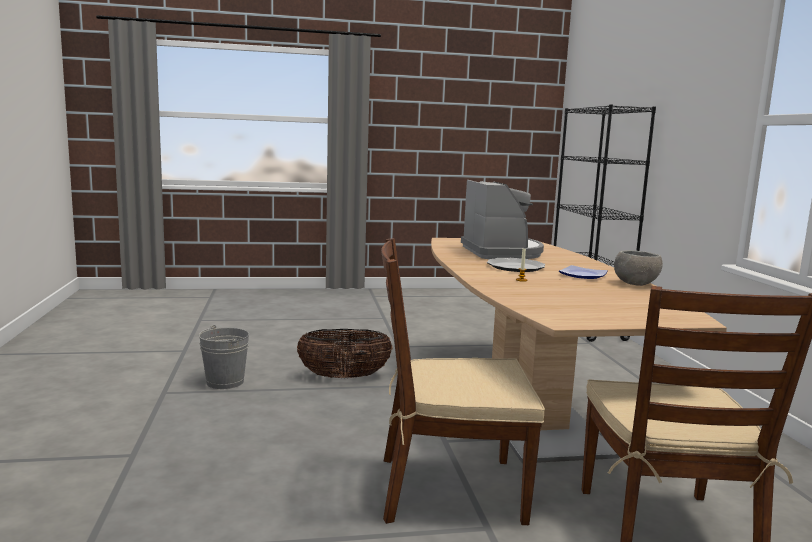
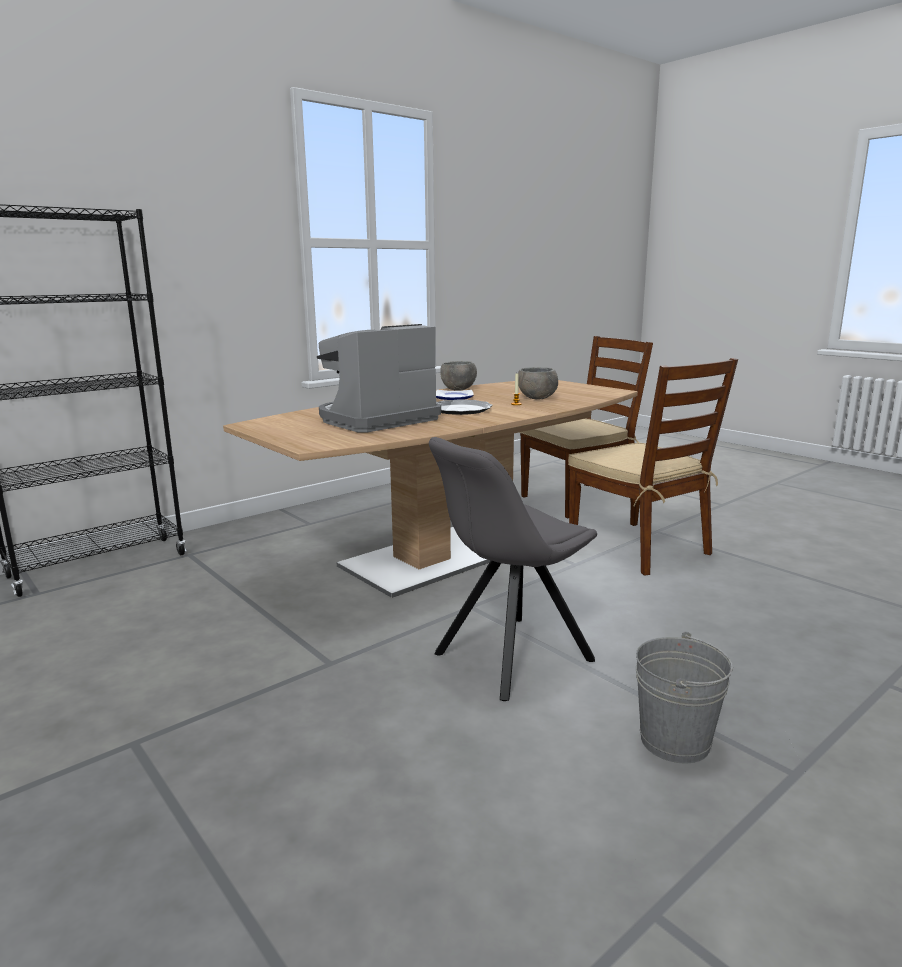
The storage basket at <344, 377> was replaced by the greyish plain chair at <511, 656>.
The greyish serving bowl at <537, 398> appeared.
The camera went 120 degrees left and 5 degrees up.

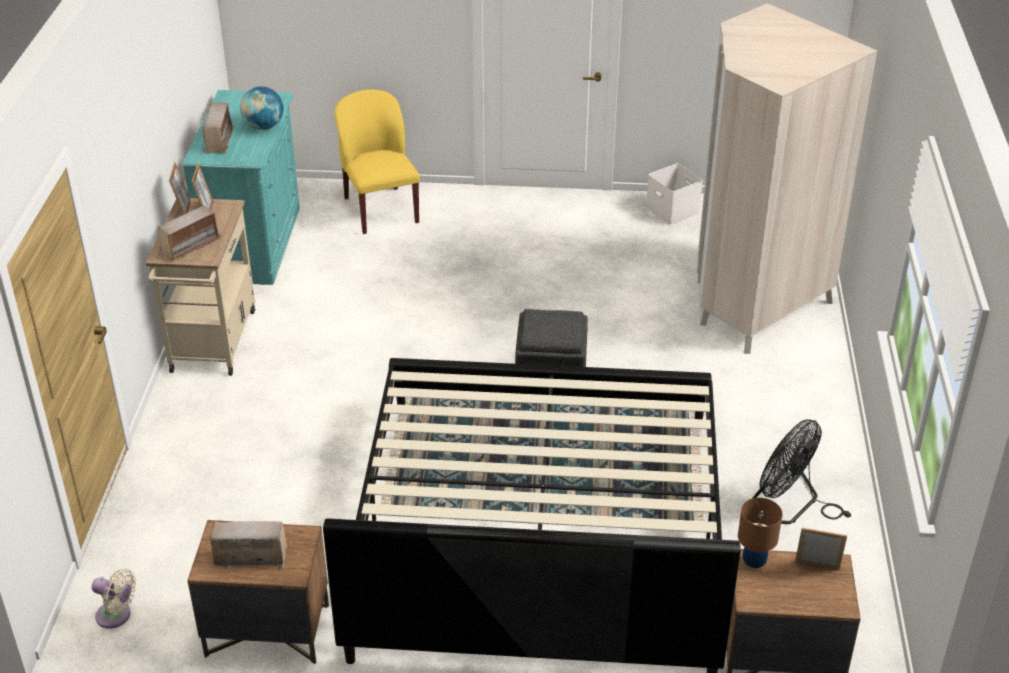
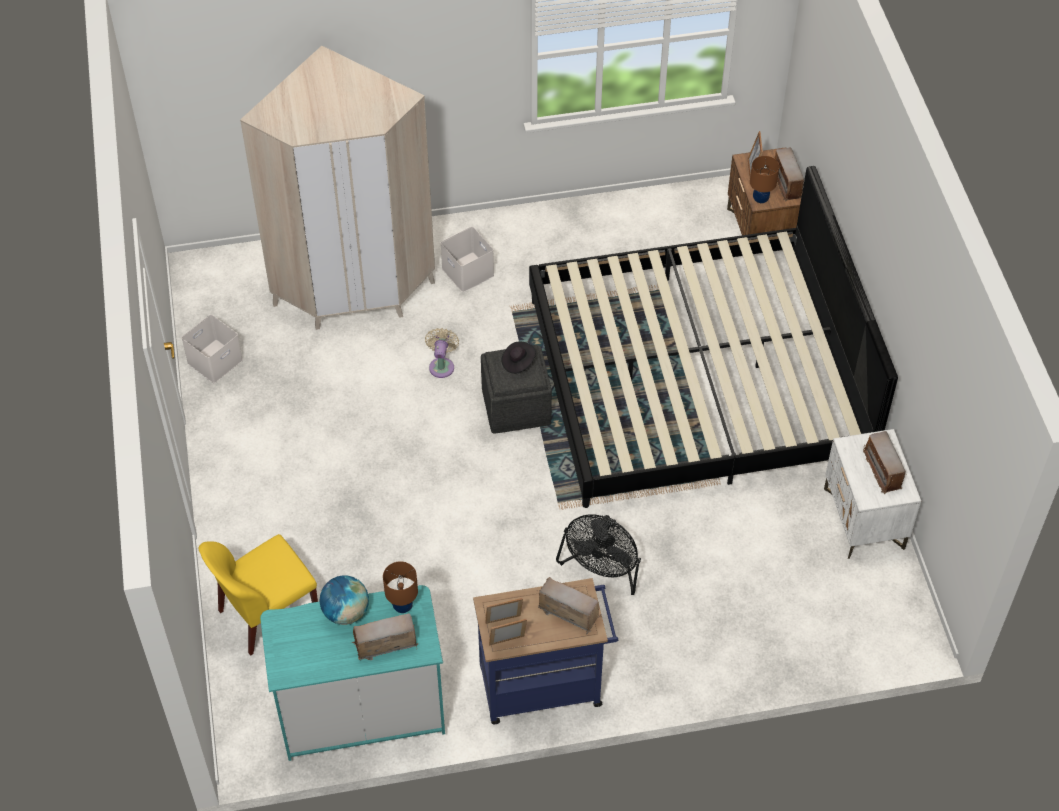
The sand-coloured wheeled cart at <212, 343> became the blue wheeled cart at <544, 687>.
The black fan moved from <794, 503> to <601, 565>.
The brown-coloured bedside table at <266, 631> became the white bedside table at <864, 519>.
The sand-coloured fan moved from <116, 616> to <442, 365>.
The radio receiver at <787, 183> appeared.
The white storage box at <469, 272> appeared.
The black hat at <518, 362> appeared.
The brown-coloured table lamp at <402, 605> appeared.
The camera went 105 degrees left and 15 degrees up.

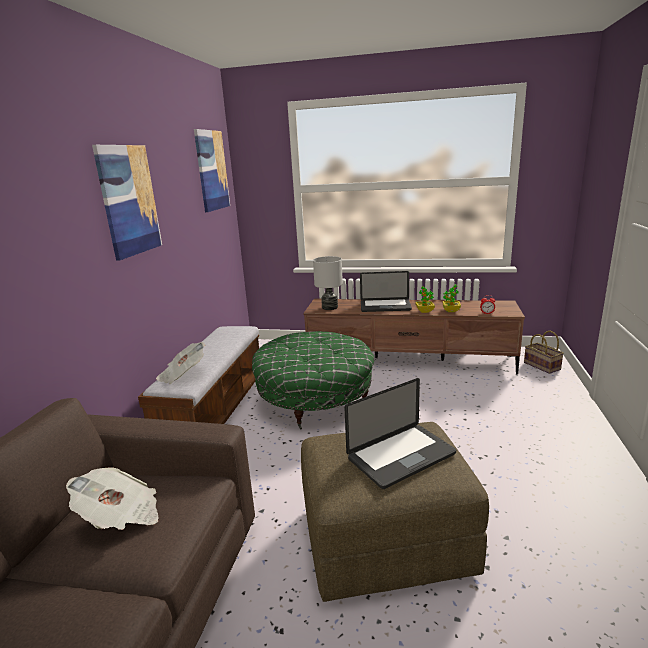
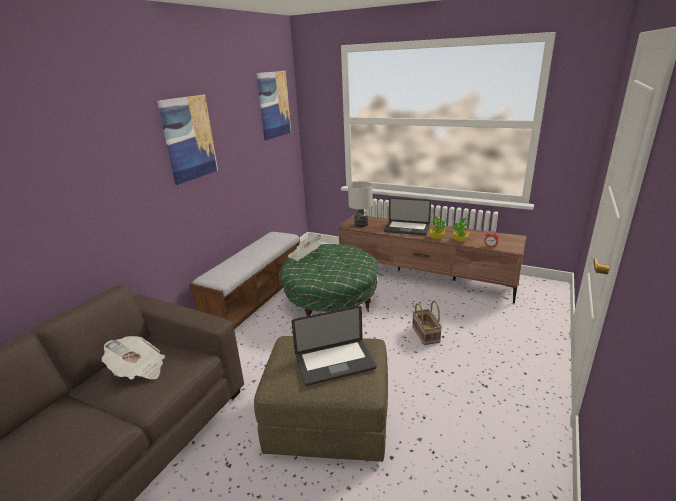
The storage basket moved from <543, 366> to <426, 334>.
The printed paper moved from <182, 375> to <305, 256>.
The camera went 15 degrees right and 5 degrees up.

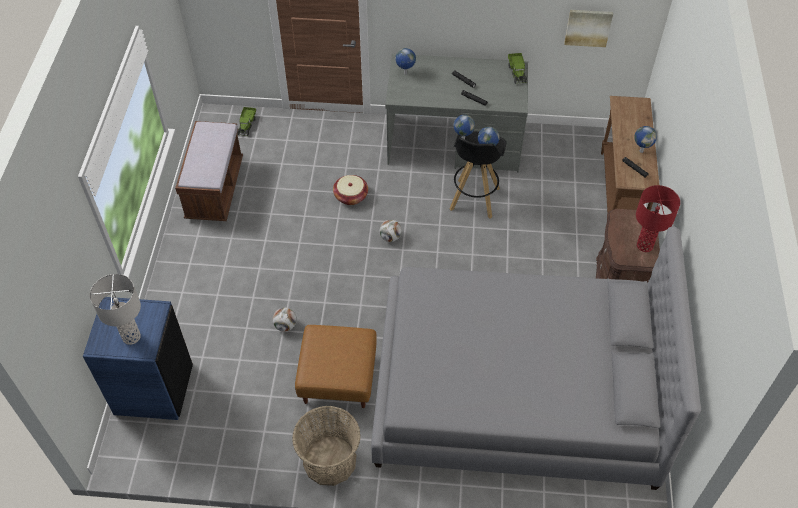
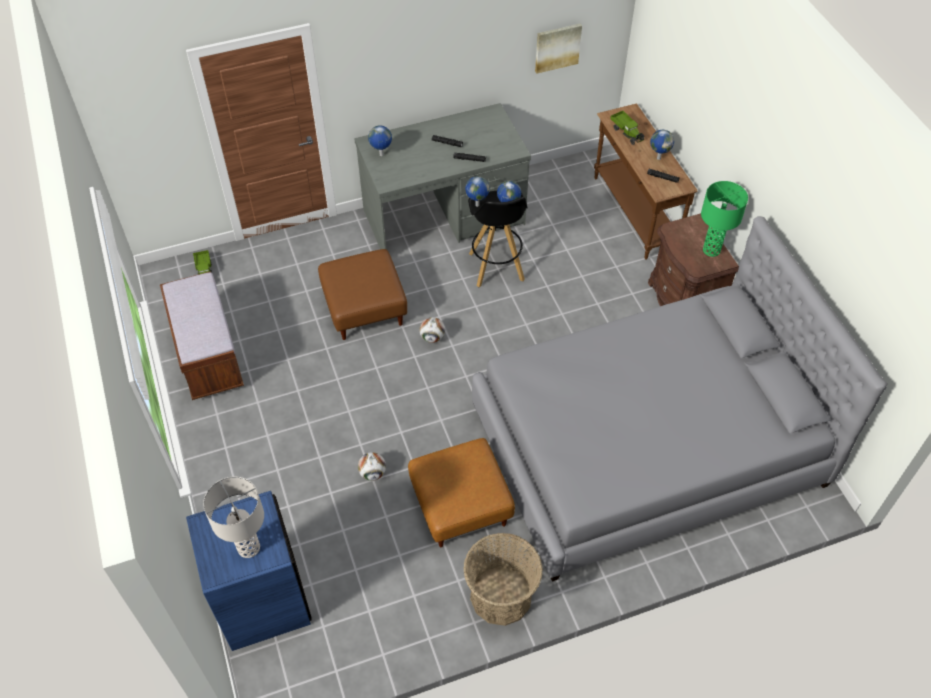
The toy lorry moved from <517, 72> to <626, 132>.
The storage basket at <351, 196> was replaced by the brown-coloured footrest at <365, 309>.
The reddish table lamp at <645, 246> became the green-coloured table lamp at <711, 250>.
The camera went 25 degrees left and 0 degrees up.

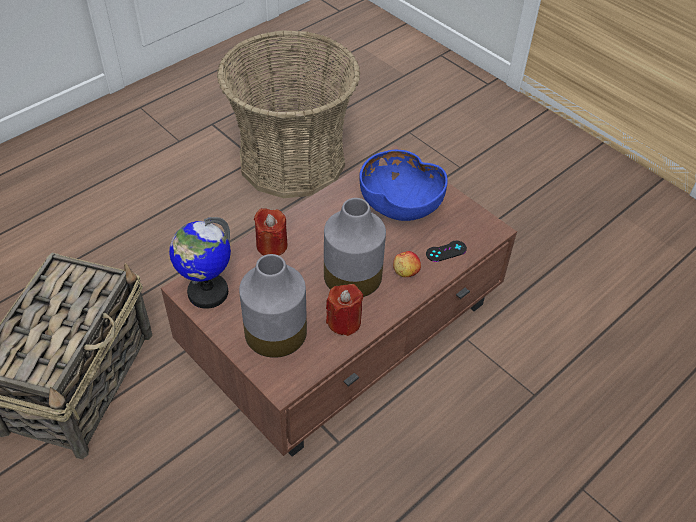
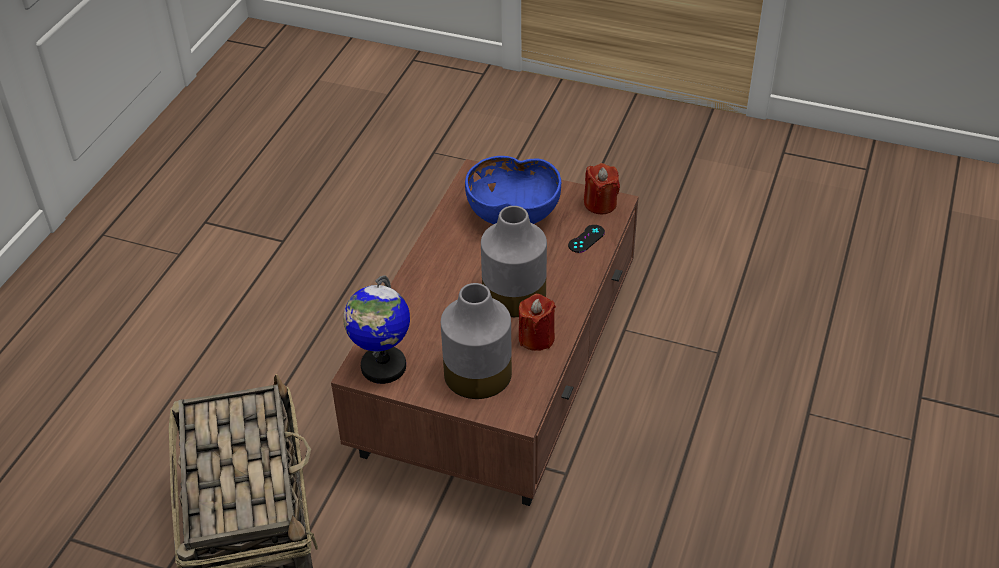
The storage basket at <292, 161> disappeared.
The reddish wax candle moved from <272, 245> to <600, 204>.
The apple fruit at <405, 271> disappeared.
The camera went 25 degrees left and 5 degrees down.

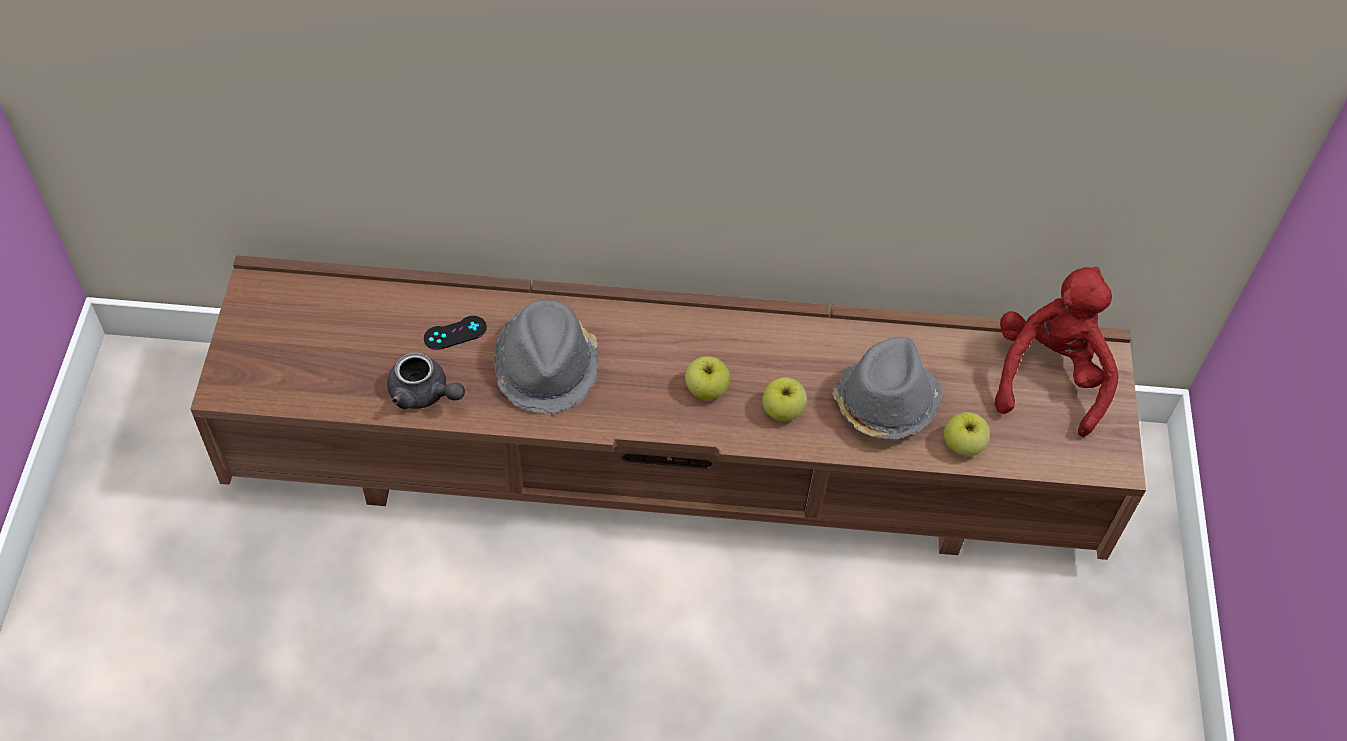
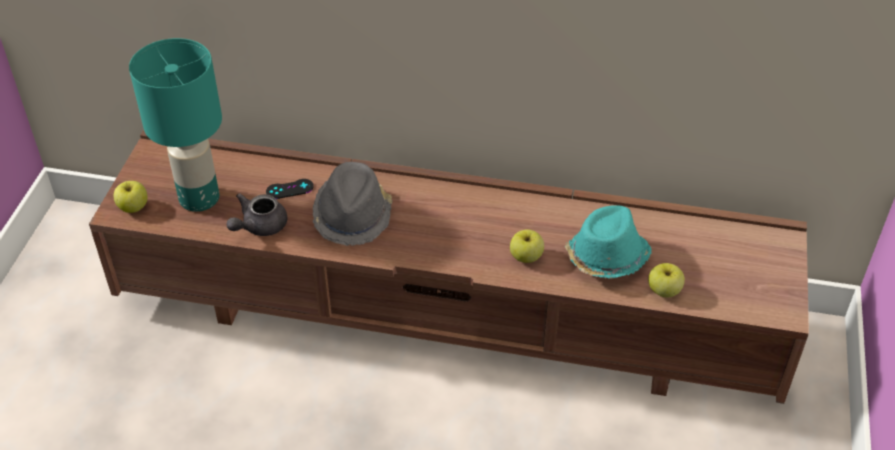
The reddish soft toy at <1048, 376> disappeared.
The greyish hat at <884, 403> became the turquoise hat at <606, 258>.
The greyish teapot at <424, 394> turned 90 degrees clockwise.
The apple fruit moved from <706, 389> to <133, 207>.
The turquoise table lamp at <198, 198> appeared.
The camera went 10 degrees right and 10 degrees down.

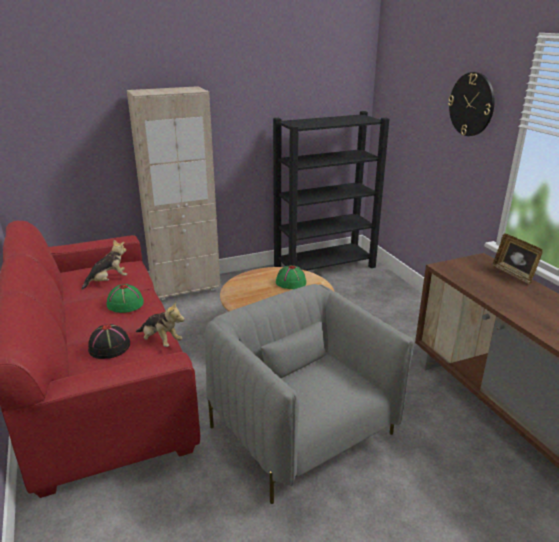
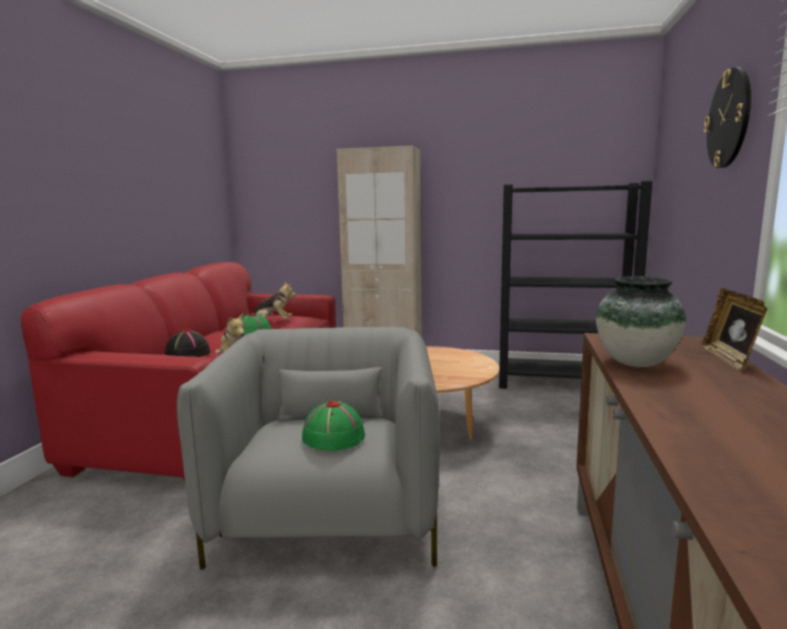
The green-coloured hat moved from <290, 282> to <333, 437>.
The flower vase at <636, 363> appeared.
The camera went 35 degrees right and 15 degrees down.

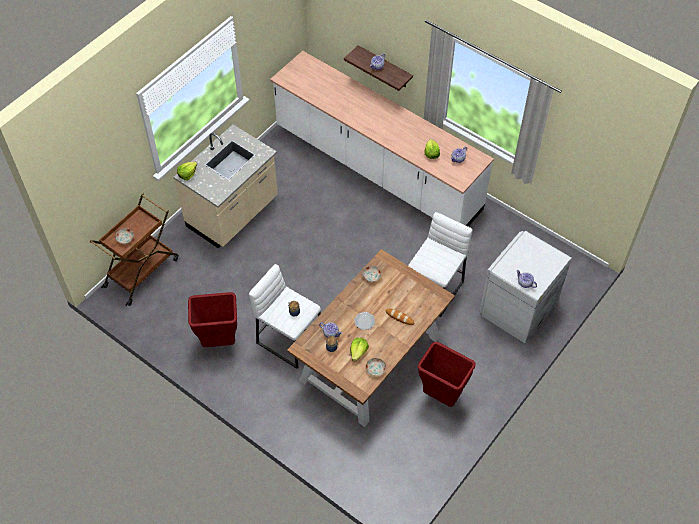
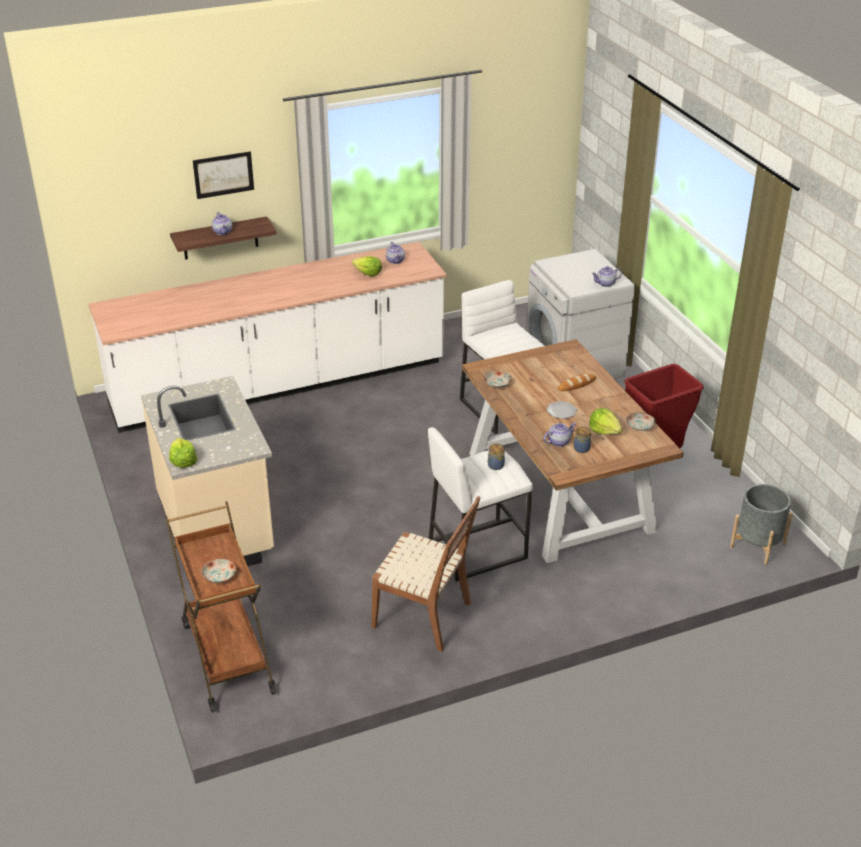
The reddish trash can at <218, 343> was replaced by the plain chair at <425, 618>.
The wall picture at <223, 174> appeared.
The greyish flower pot at <757, 545> appeared.
The camera went 60 degrees left and 20 degrees down.

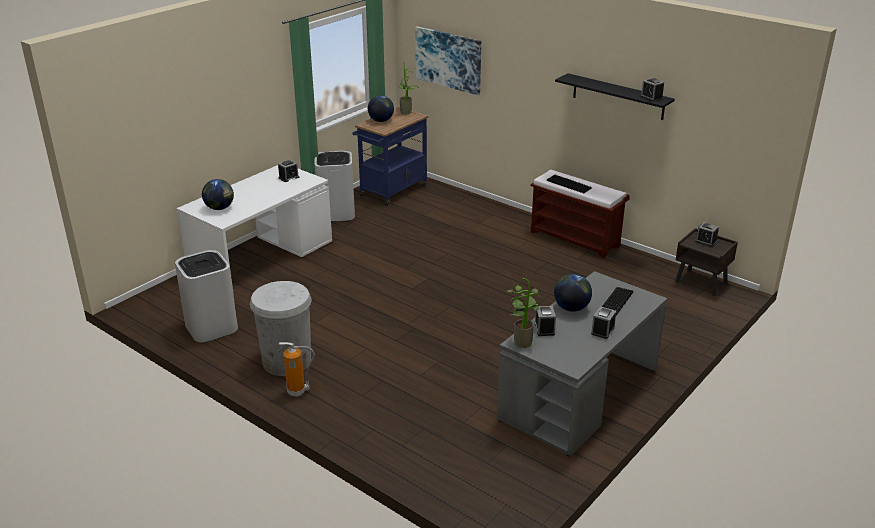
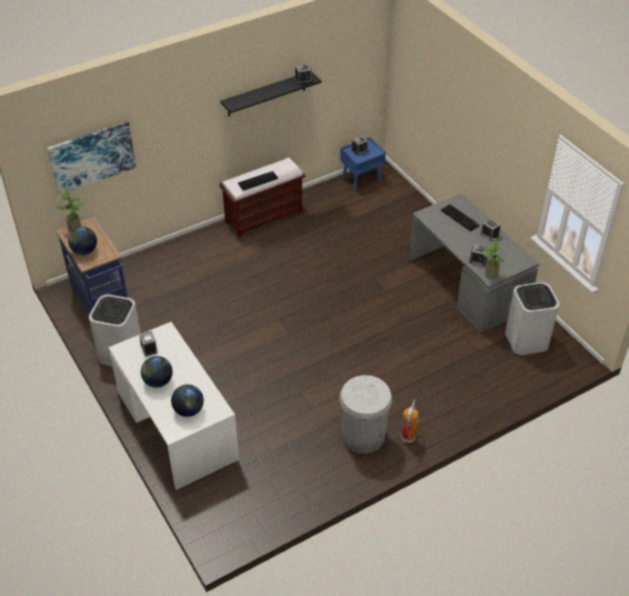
The brown-coloured bedside table at <701, 283> became the blue bedside table at <361, 178>.
The white trash can moved from <211, 327> to <526, 340>.
The desk globe moved from <571, 308> to <158, 381>.
The camera went 70 degrees left and 15 degrees up.

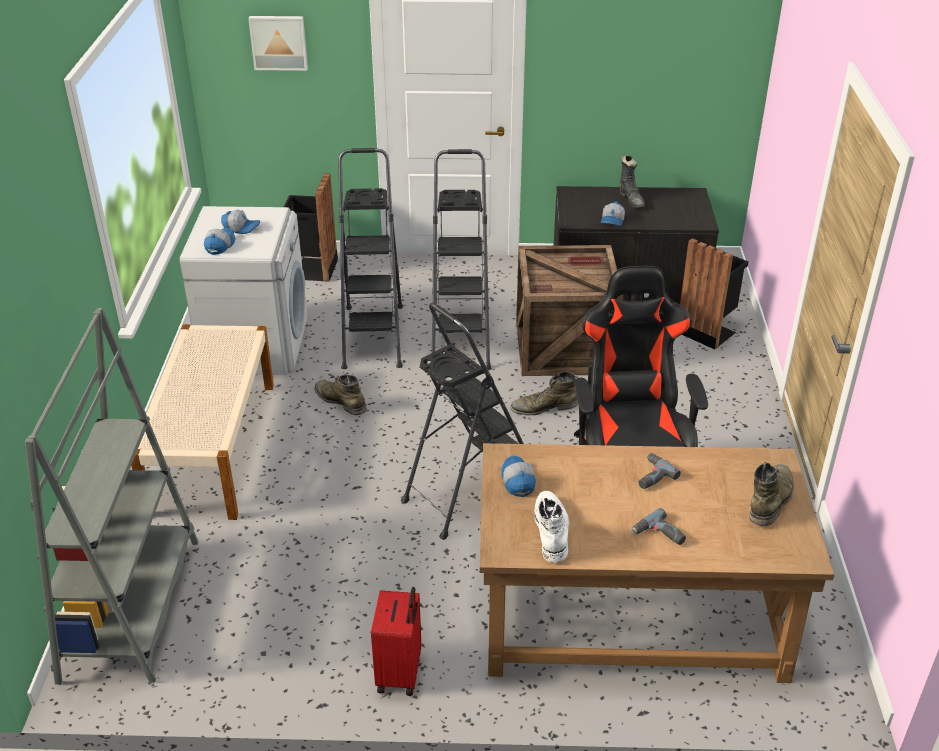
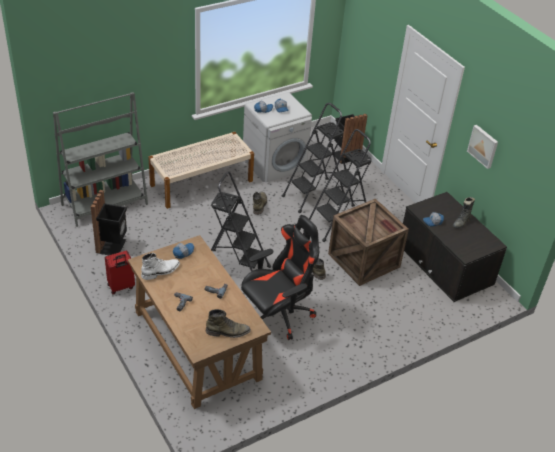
The wall picture moved from <279, 42> to <483, 146>.
The black trash can moved from <707, 330> to <112, 246>.
The camera went 55 degrees right and 5 degrees up.

